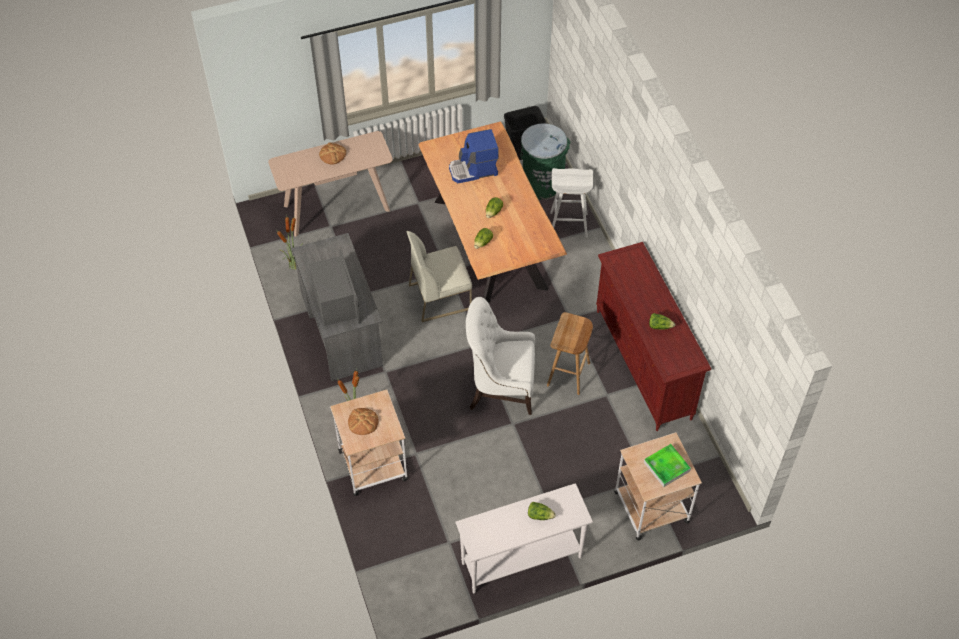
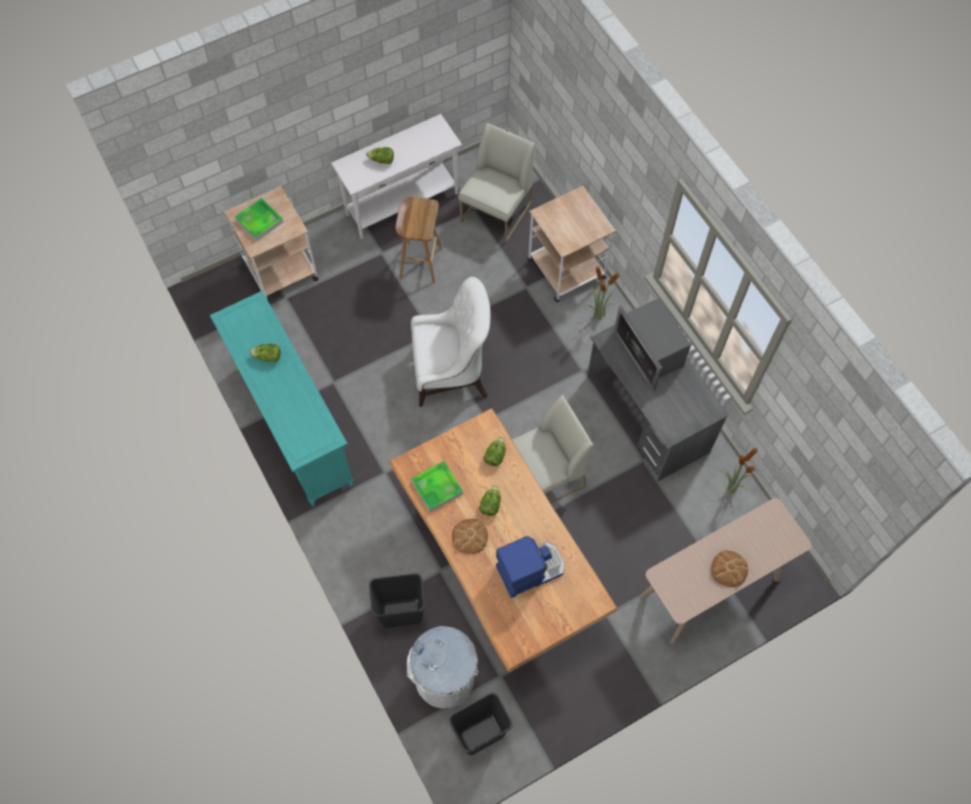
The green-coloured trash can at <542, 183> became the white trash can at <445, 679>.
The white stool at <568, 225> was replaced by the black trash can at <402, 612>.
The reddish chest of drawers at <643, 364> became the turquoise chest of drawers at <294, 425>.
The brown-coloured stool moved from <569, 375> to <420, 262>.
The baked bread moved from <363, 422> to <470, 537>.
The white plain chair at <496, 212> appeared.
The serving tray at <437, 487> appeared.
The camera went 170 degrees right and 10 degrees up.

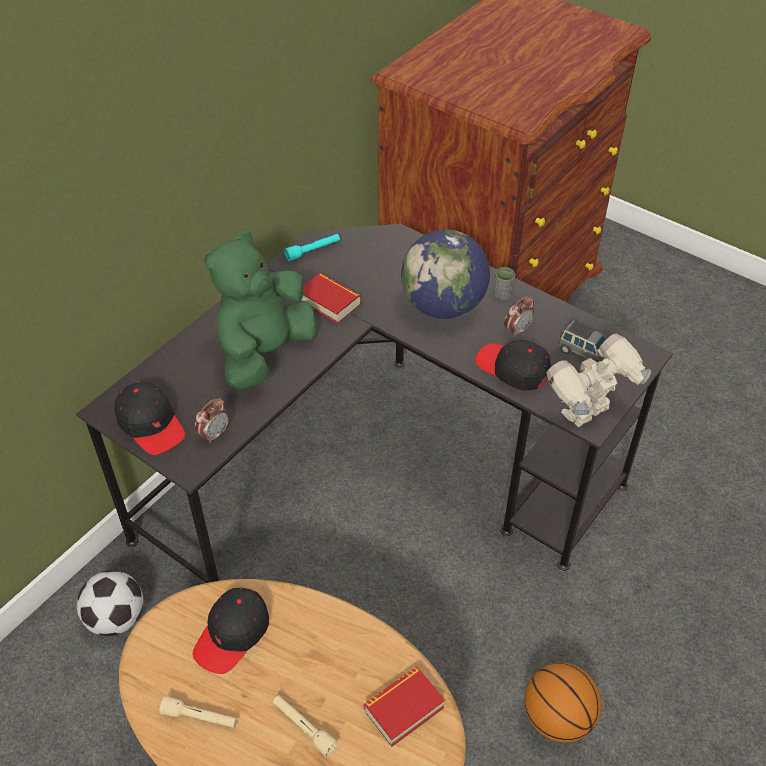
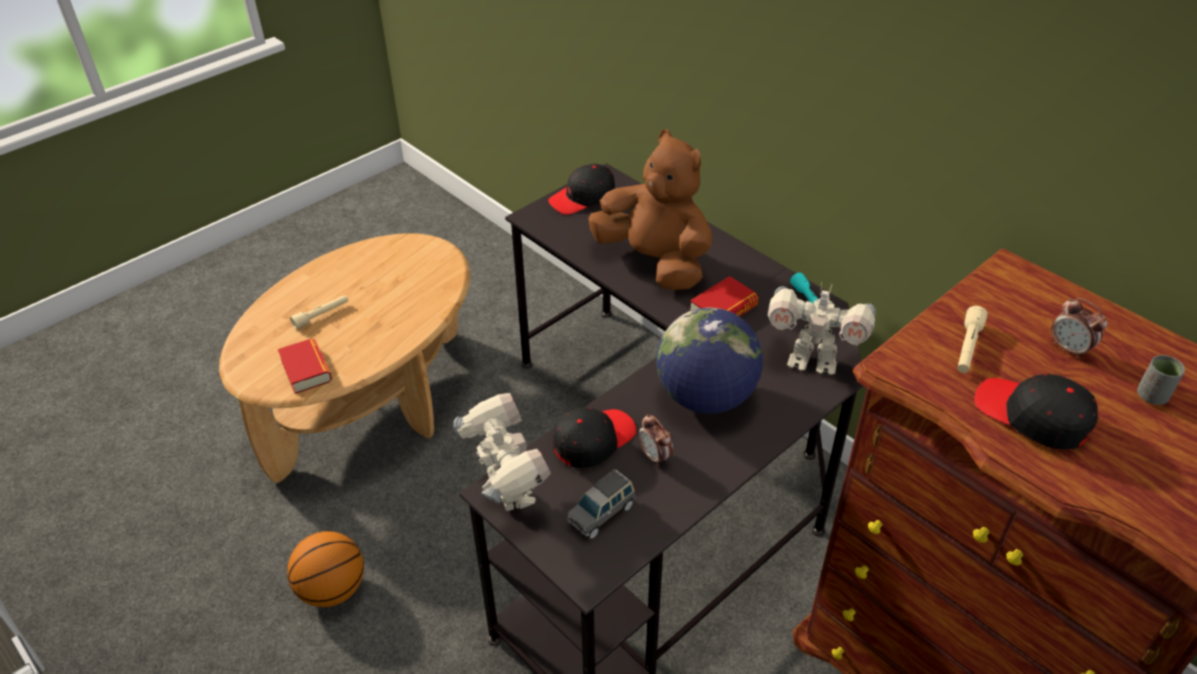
The green-coloured soft toy at <264, 353> became the brown-coloured soft toy at <655, 261>.
The greyish cup moved from <502, 294> to <1151, 396>.
The table clock moved from <214, 434> to <1069, 349>.
The ball for football at <116, 618> disappeared.
The black baseball cap moved from <232, 634> to <1032, 416>.
The sand-coloured torch moved from <200, 717> to <967, 348>.
The robot figure at <812, 360> appeared.
The camera went 100 degrees right and 5 degrees down.

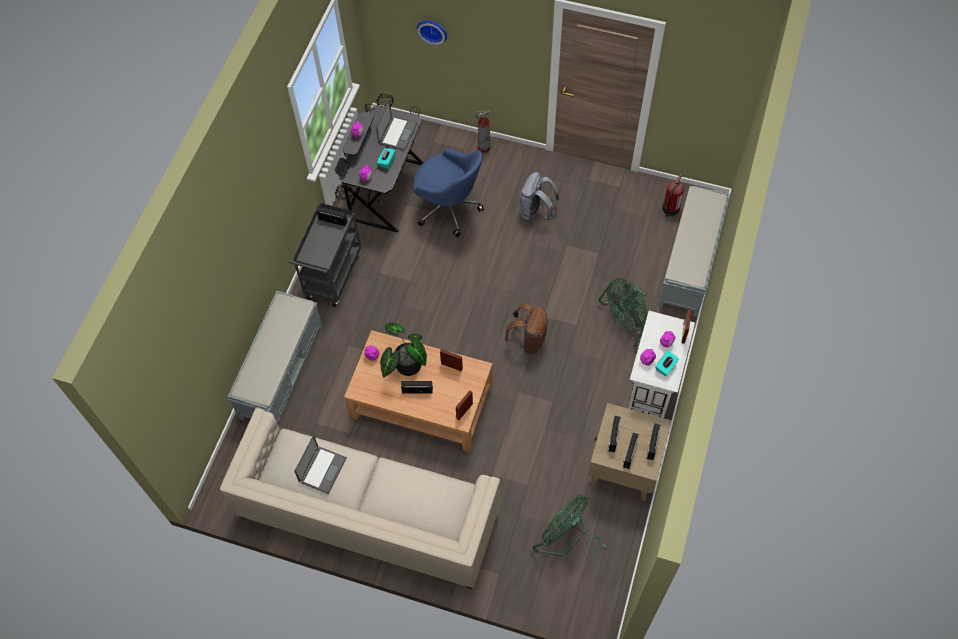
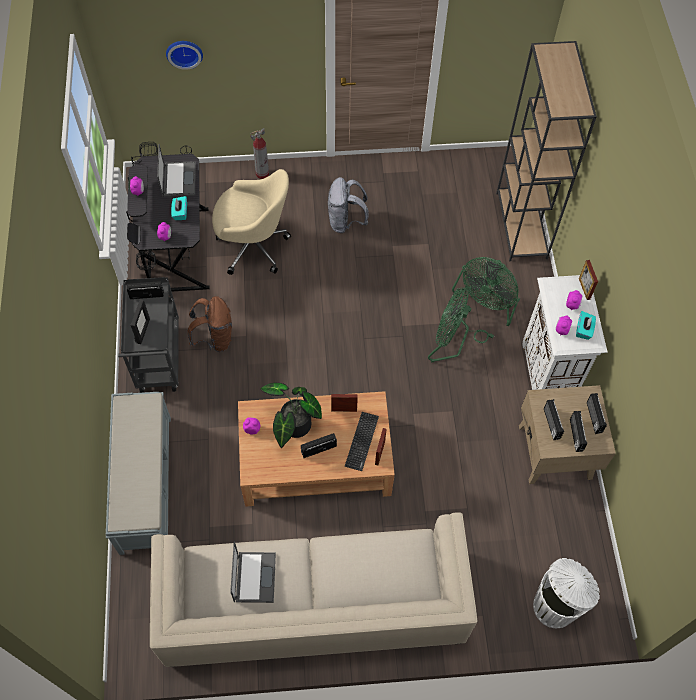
The blue desk chair at <449, 209> became the sand-coloured desk chair at <254, 247>.
The fire-fighting cylinder at <670, 209> disappeared.
The greyish bench at <690, 264> was replaced by the shelving unit at <522, 225>.
The brown-coloured rucksack moved from <528, 340> to <215, 338>.
The green-coloured fan moved from <569, 535> to <455, 337>.
The standing frame at <143, 331> appeared.
The keyboard at <361, 441> appeared.
The white trash can at <555, 606> appeared.
The camera went 25 degrees left and 0 degrees up.

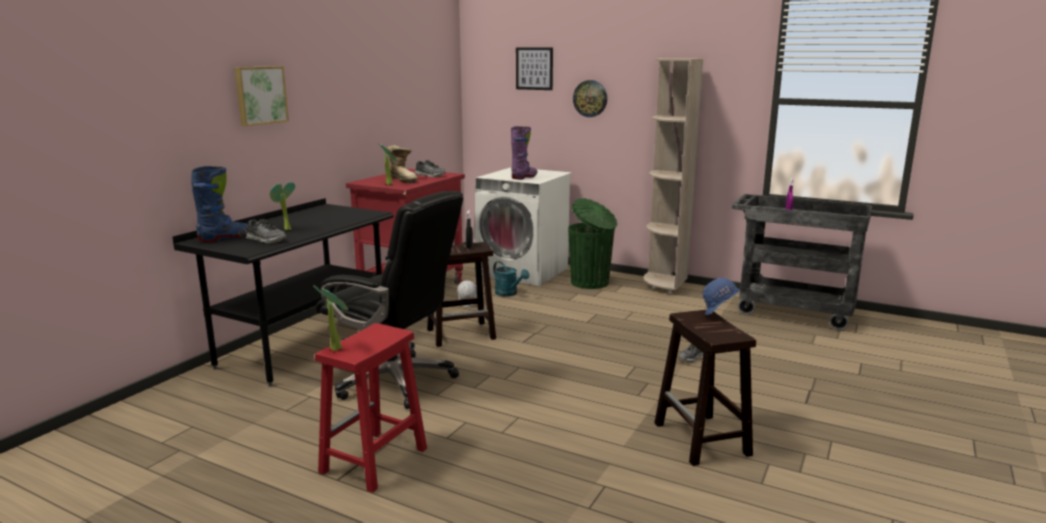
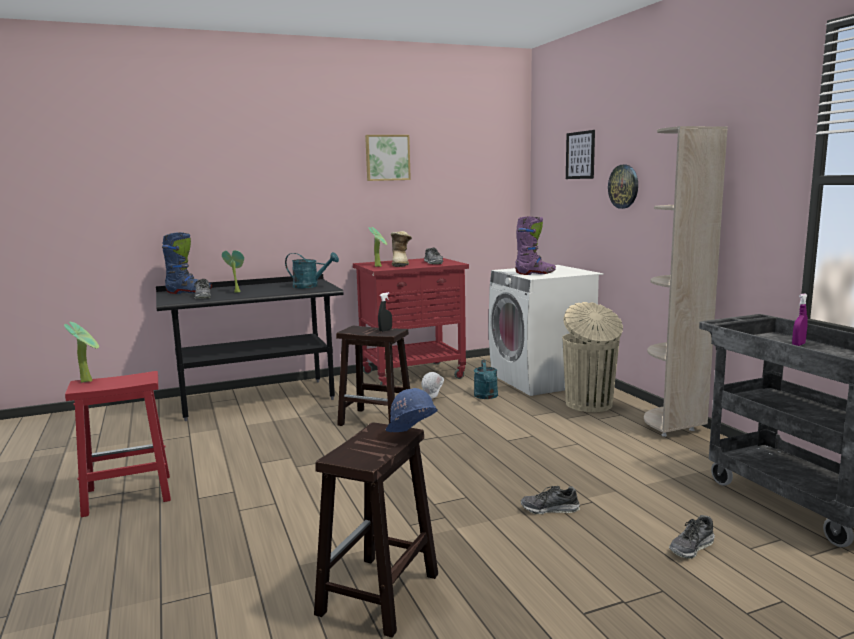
The wall picture moved from <260, 95> to <387, 157>.
The black desk chair at <394, 381> disappeared.
The green-coloured trash can at <591, 283> became the sand-coloured trash can at <589, 405>.
The turquoise sprinkling can at <310, 286> appeared.
The low shoe at <691, 547> appeared.
The camera went 40 degrees right and 5 degrees down.

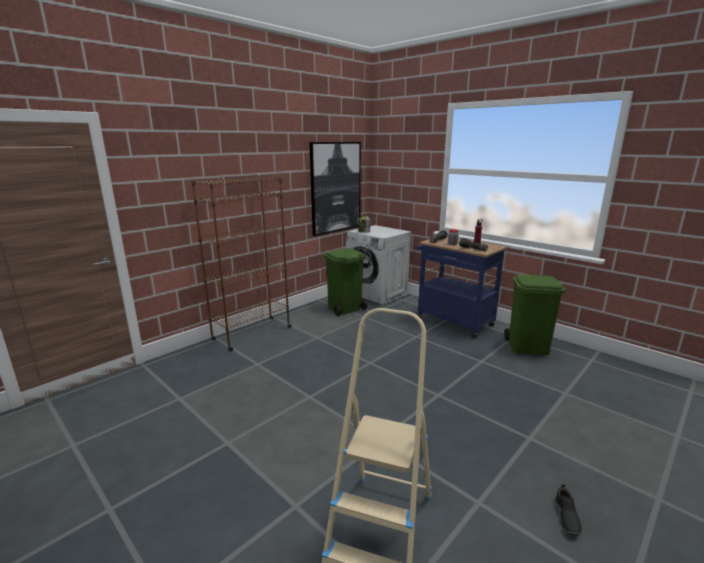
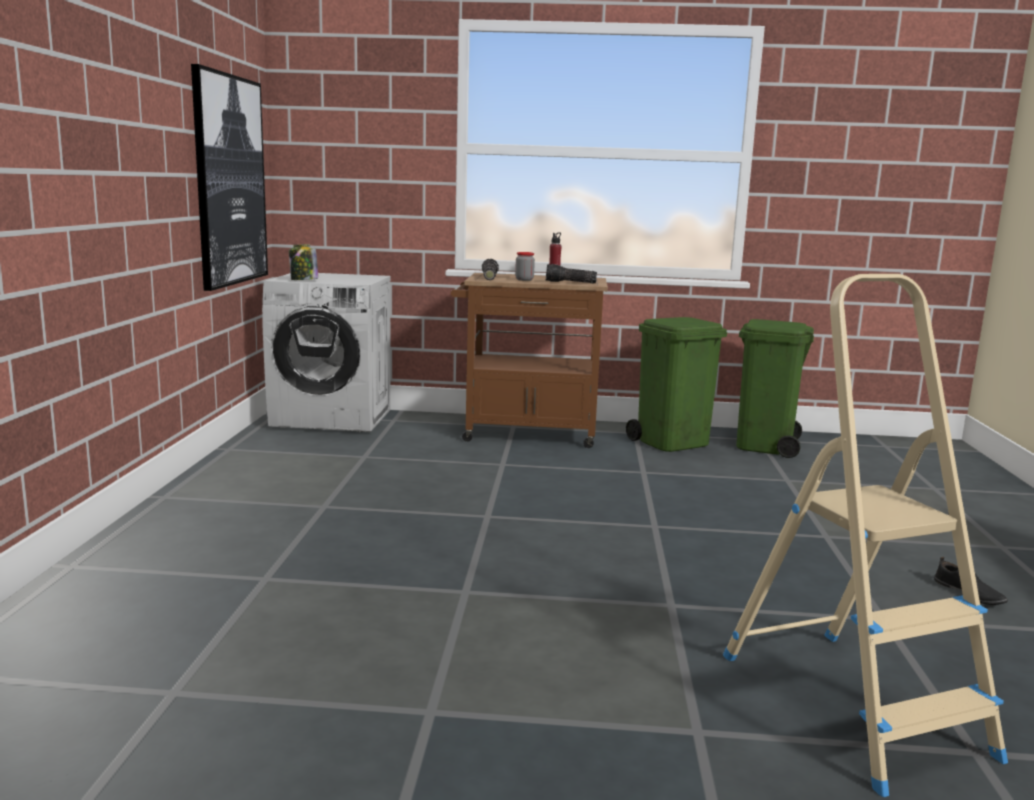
The brown-coloured shelving unit at <252, 333> disappeared.
The blue wheeled cart at <452, 322> became the brown-coloured wheeled cart at <525, 434>.
The green-coloured trash can moved from <344, 308> to <765, 445>.
The camera went 40 degrees left and 5 degrees down.

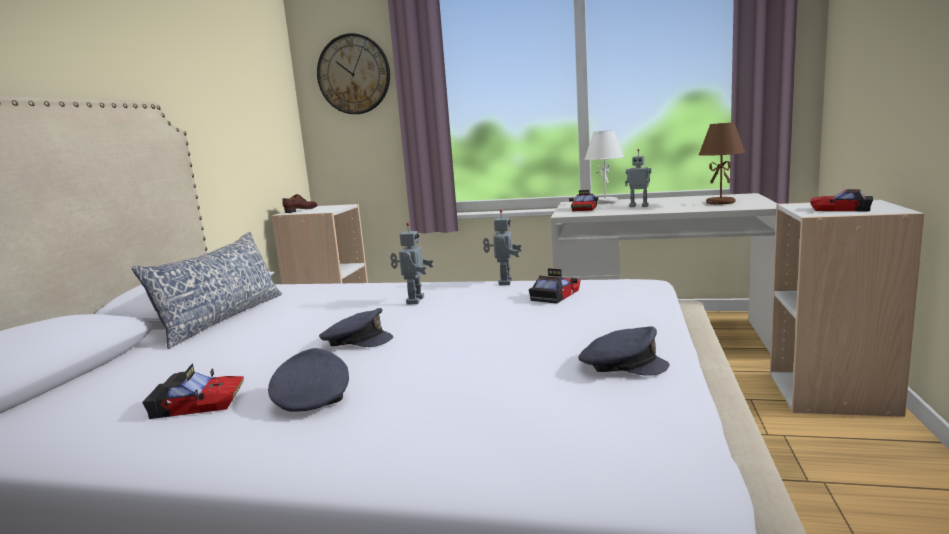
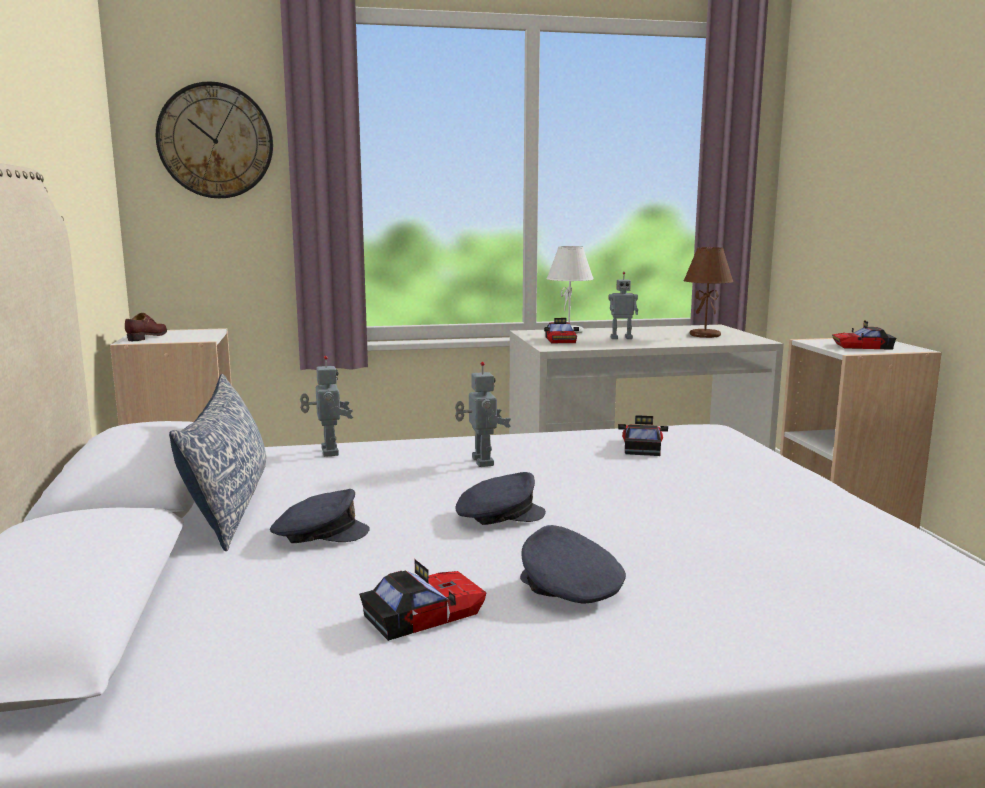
The robot figure moved from <504, 282> to <328, 452>.
The greyish baseball cap moved from <621, 365> to <319, 533>.
The camera went 25 degrees left and 0 degrees up.

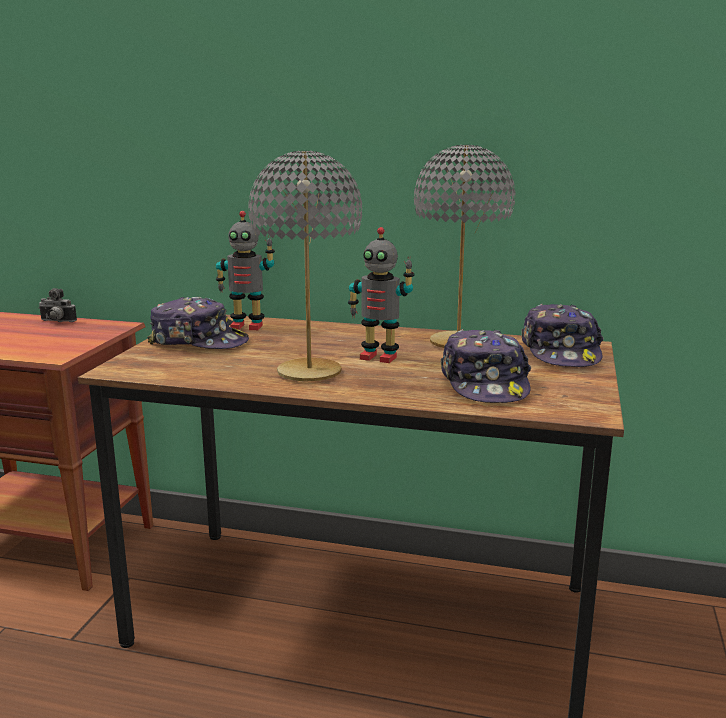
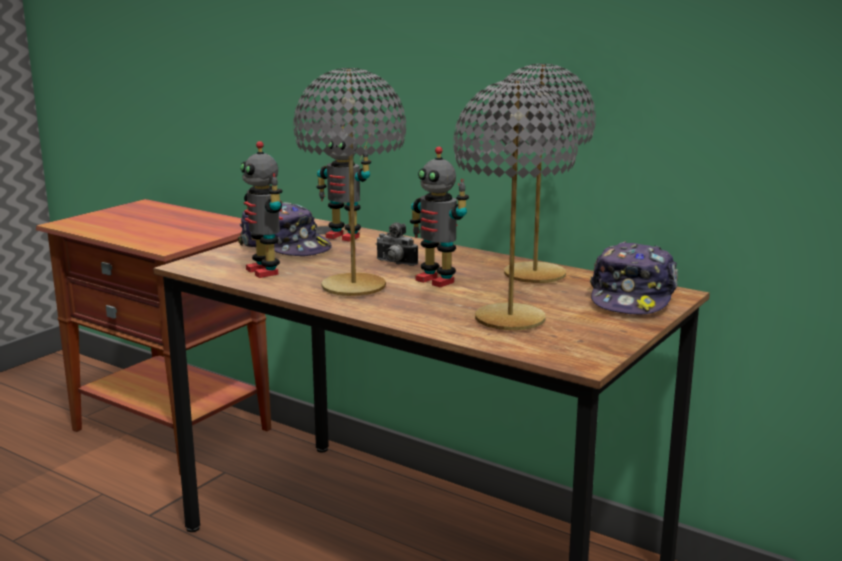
The photo camera moved from <56, 322> to <394, 263>.
The baseball cap at <485, 384> was replaced by the greyish table lamp at <510, 319>.
The robot figure at <265, 271> appeared.
The camera went 20 degrees right and 0 degrees up.

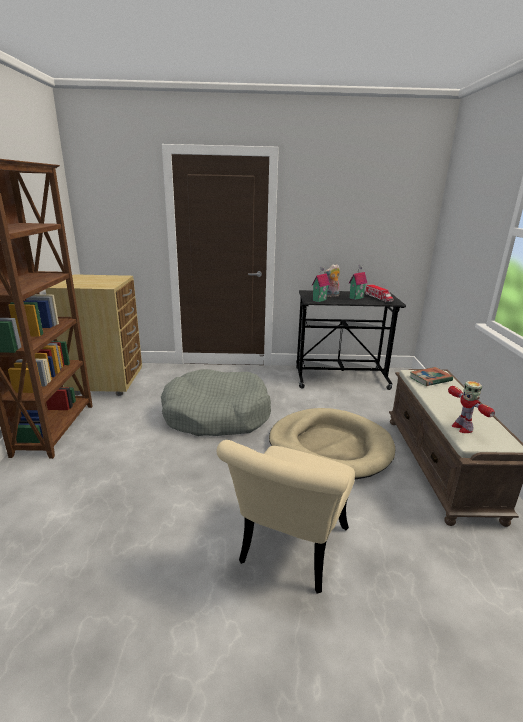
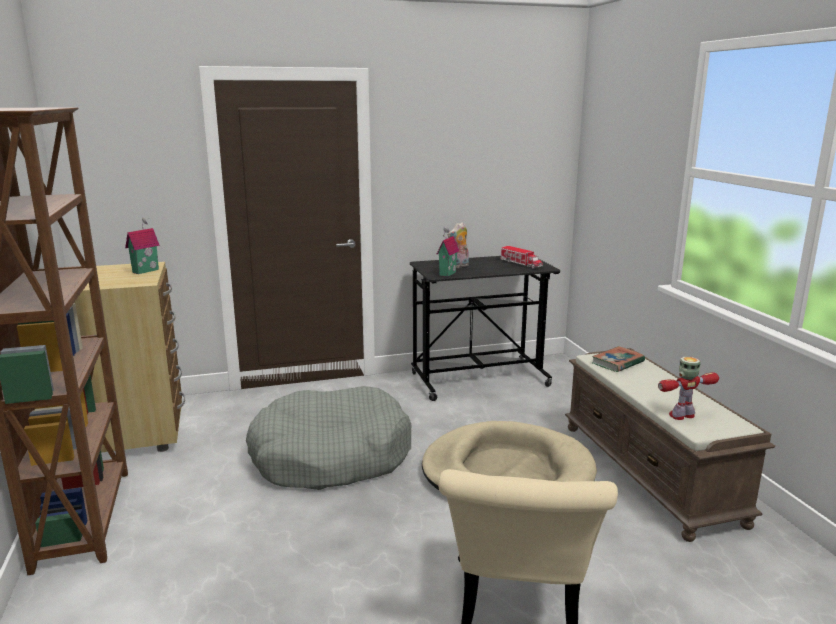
The model house moved from <355, 298> to <145, 270>.
The robot figure at <462, 427> turned 105 degrees clockwise.
The camera went 15 degrees left and 5 degrees down.

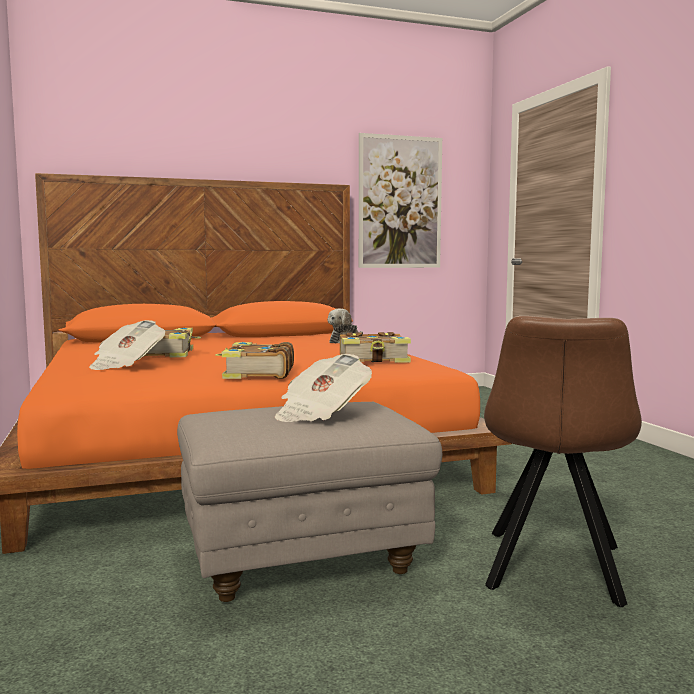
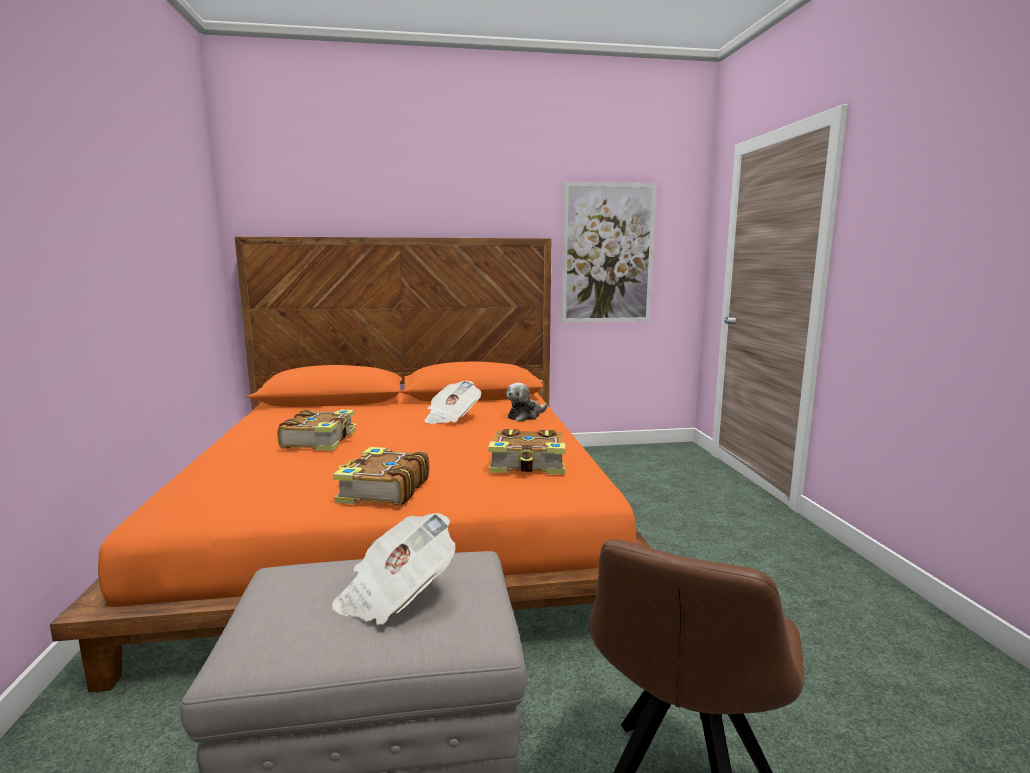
The printed paper moved from <126, 365> to <451, 418>.
The camera went 10 degrees right and 5 degrees up.

